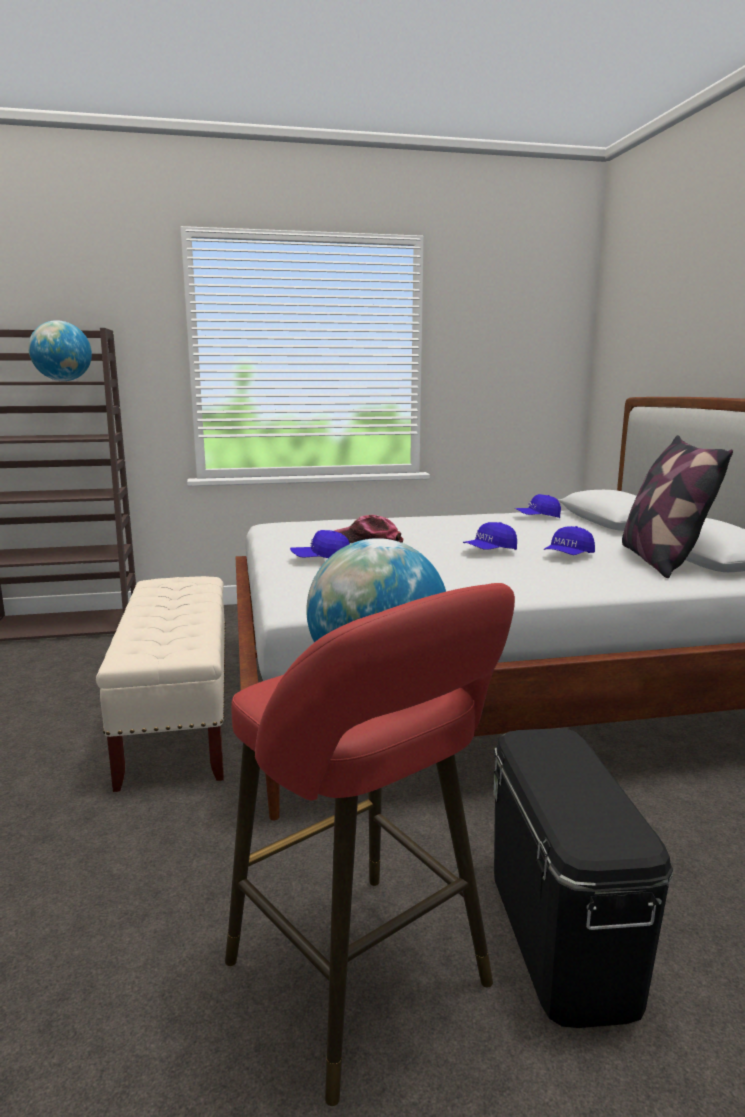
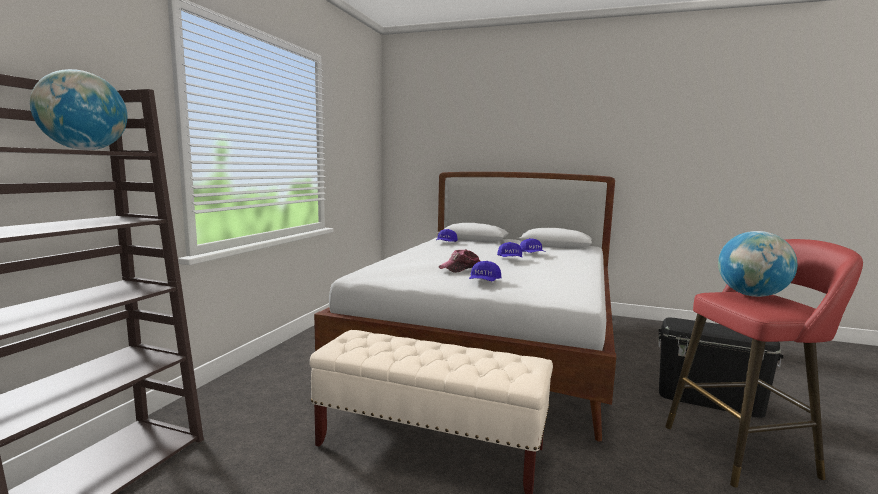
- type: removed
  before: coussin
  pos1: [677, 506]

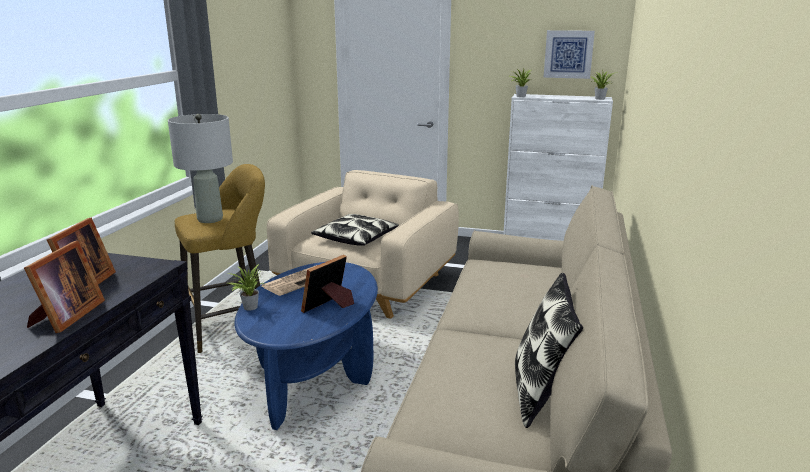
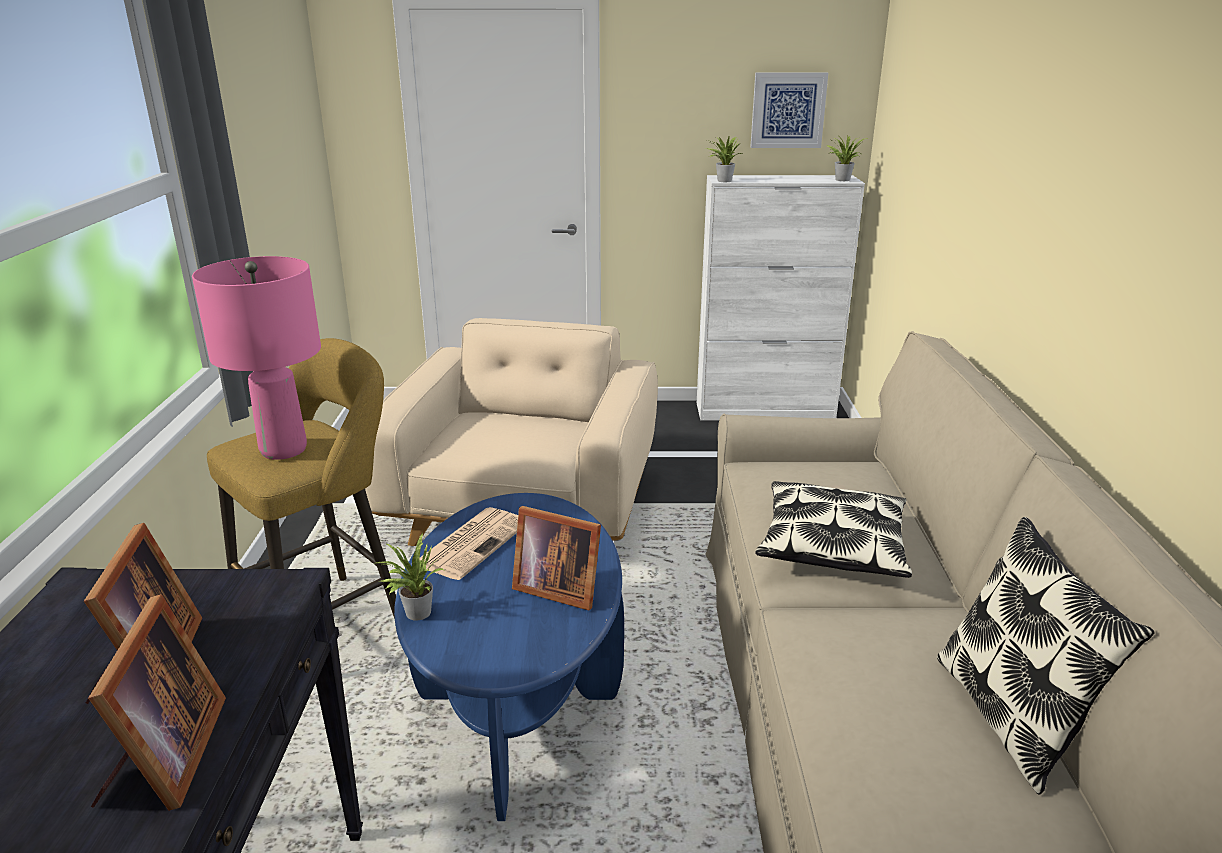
- type: recoloured
  before: lampe de table/gris
  after: lampe de table/rose
  pos1: [200, 168]
  pos2: [256, 358]
- type: turned
  before: cadre photo
  pos1: [327, 284]
  pos2: [556, 558]
  turn: -90
- type: moved
  before: coussin
  pos1: [355, 230]
  pos2: [833, 529]

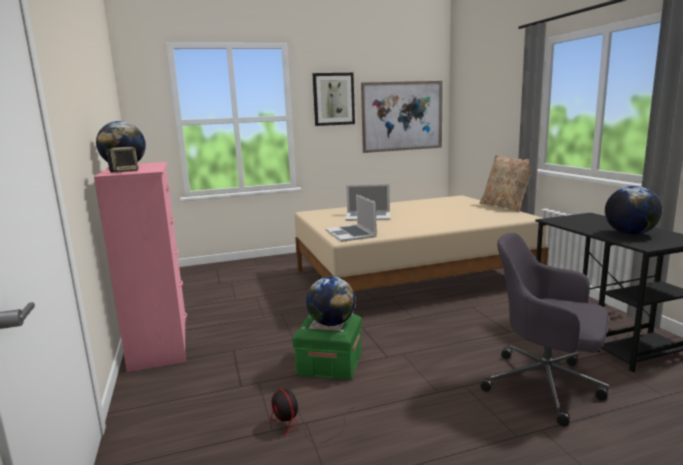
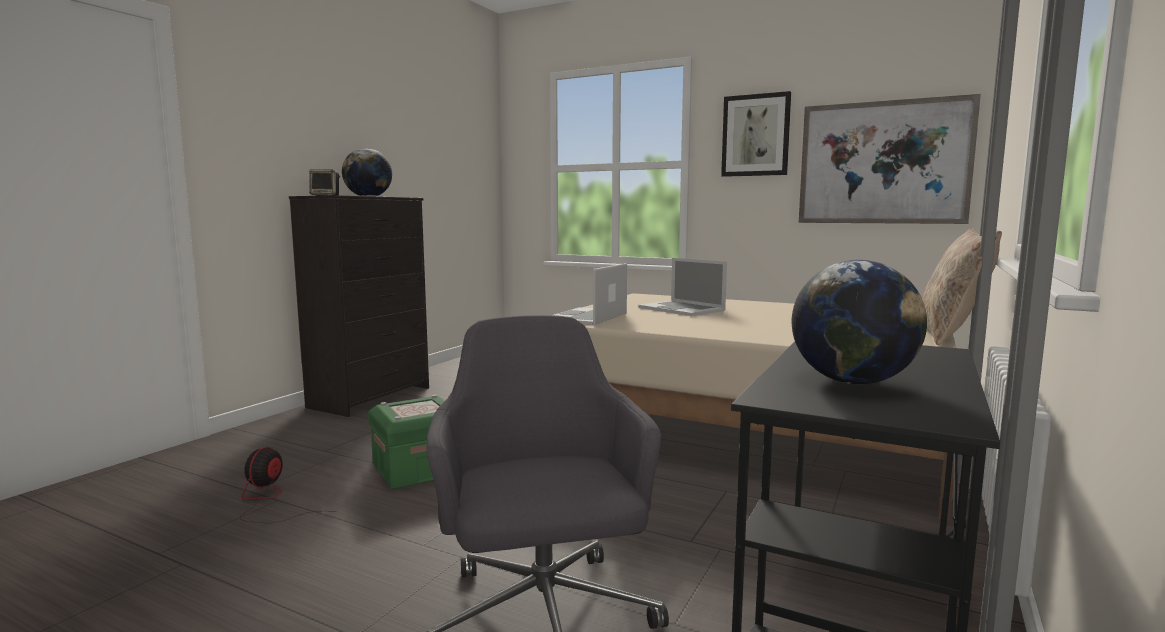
- type: recoloured
  before: commode/rose
  after: commode/noir
  pos1: [140, 267]
  pos2: [359, 306]
- type: removed
  before: globe
  pos1: [330, 301]

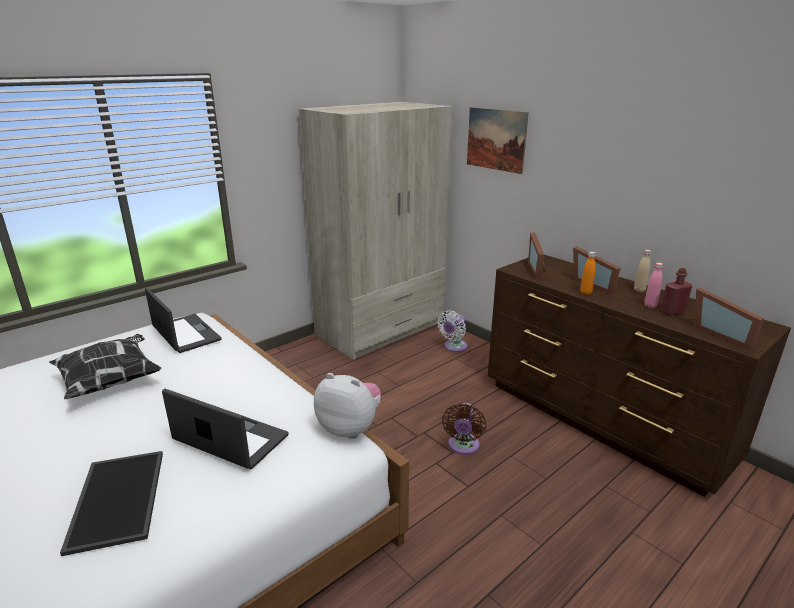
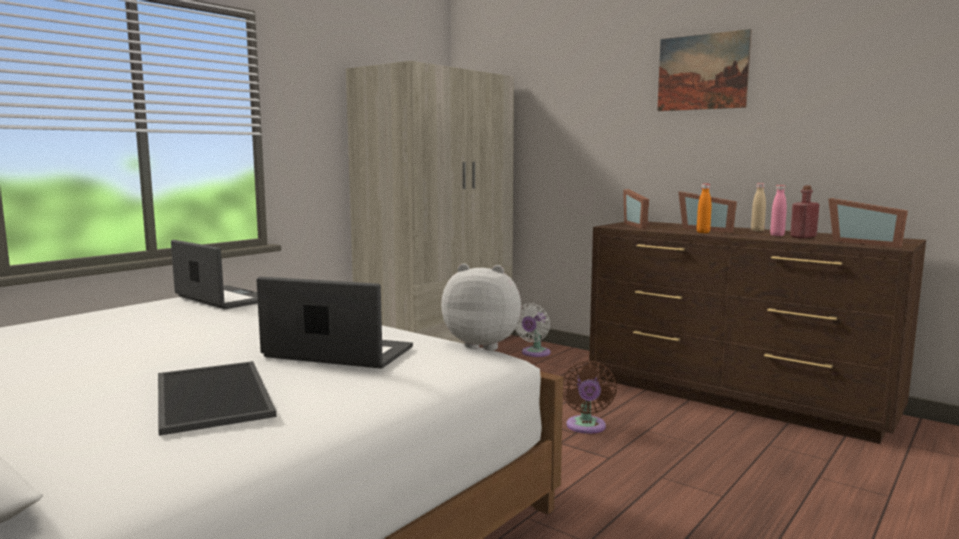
- type: moved
  before: tableau
  pos1: [498, 140]
  pos2: [704, 70]
- type: removed
  before: coussin
  pos1: [105, 366]

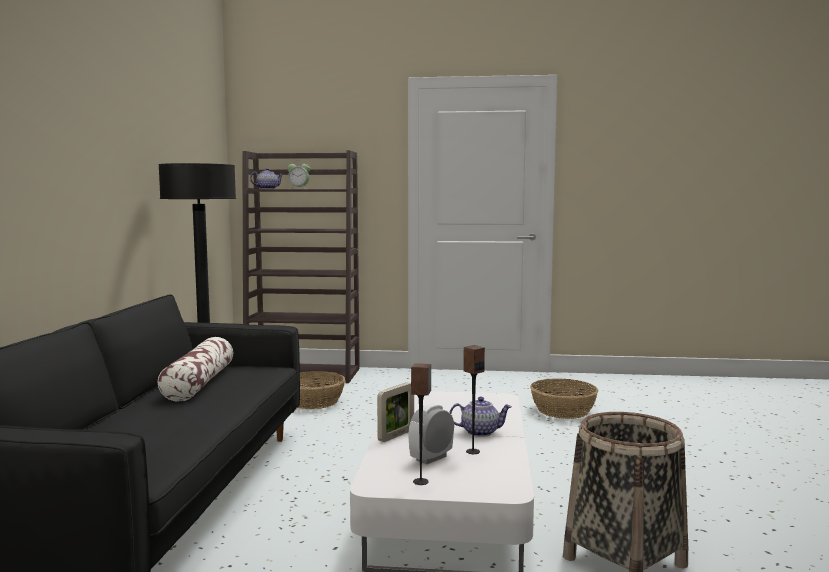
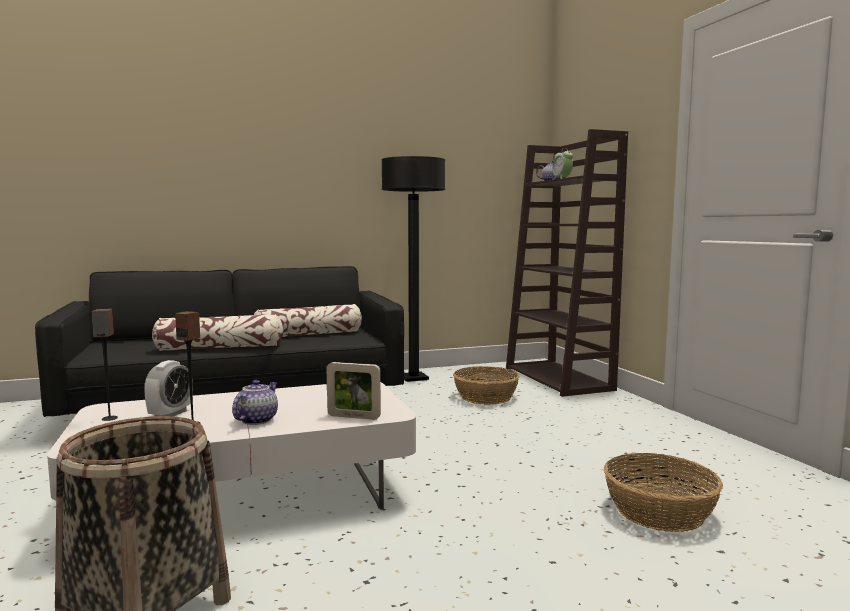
- type: turned
  before: réveil
  pos1: [431, 434]
  pos2: [168, 388]
  turn: 90
- type: added
  after: coussin
  pos2: [218, 332]
- type: turned
  before: théière
  pos1: [480, 417]
  pos2: [255, 402]
  turn: -135
- type: moved
  before: cadre photo
  pos1: [395, 412]
  pos2: [354, 391]

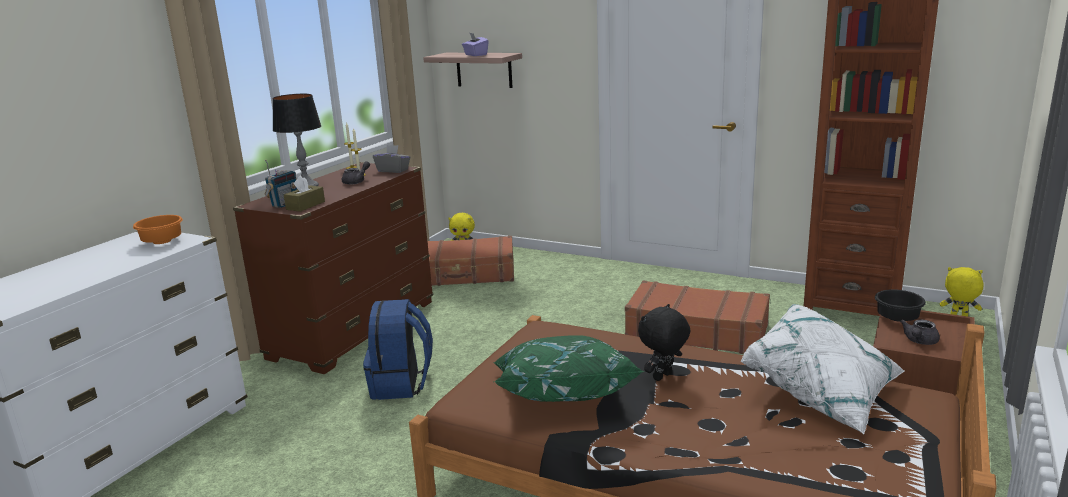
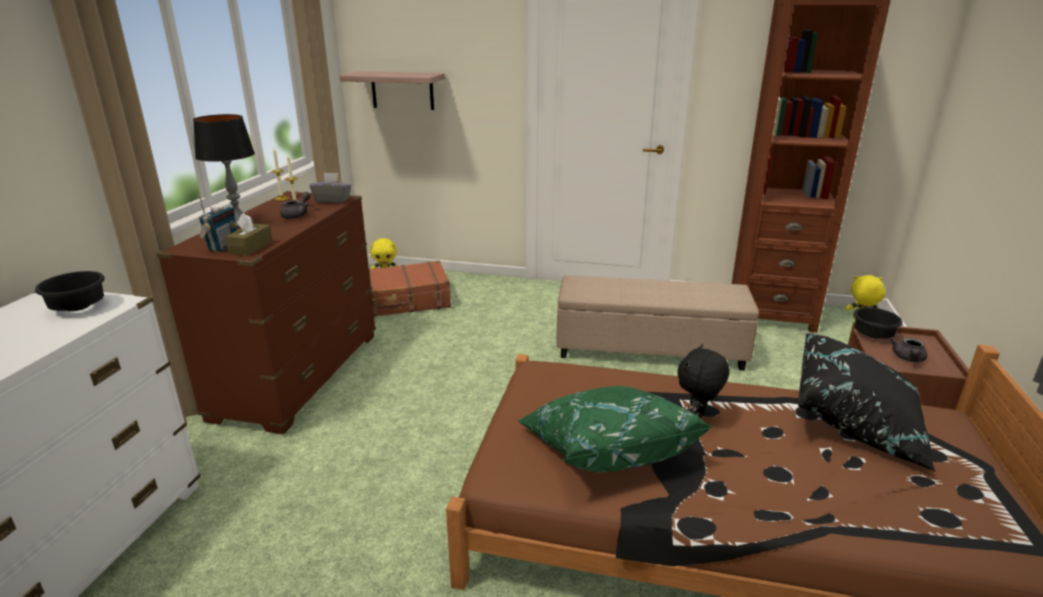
- type: recoloured
  before: bol/orange
  after: bol/noir
  pos1: [158, 229]
  pos2: [70, 291]
- type: replaced
  before: valise/marron
  after: pouf/beige
  pos1: [697, 317]
  pos2: [658, 323]
- type: recoloured
  before: coussin/blanc
  after: coussin/noir
  pos1: [822, 369]
  pos2: [867, 402]
- type: removed
  before: sac à dos/bleu
  pos1: [398, 349]
- type: removed
  before: boîte à mouchoirs/violet
  pos1: [475, 44]

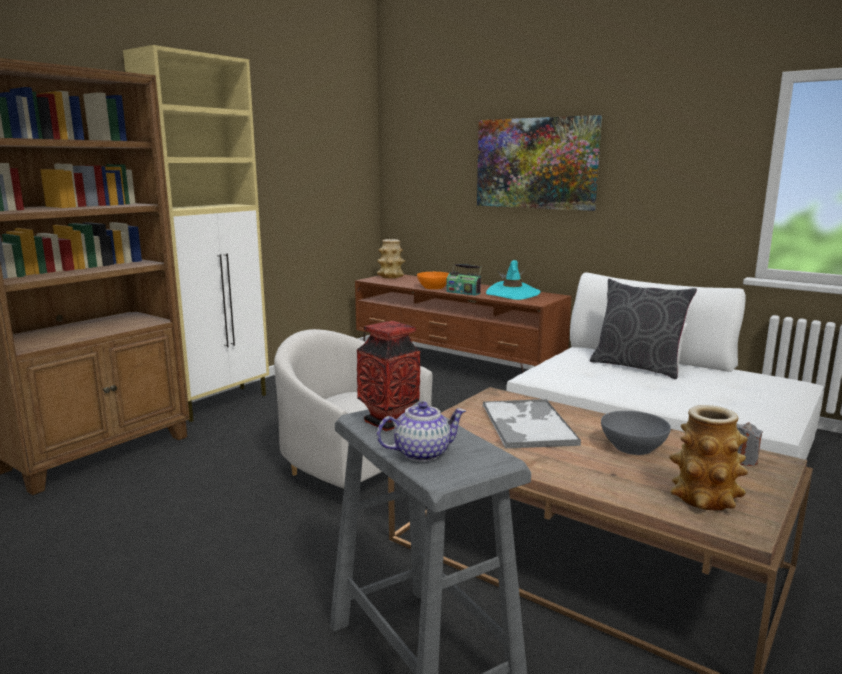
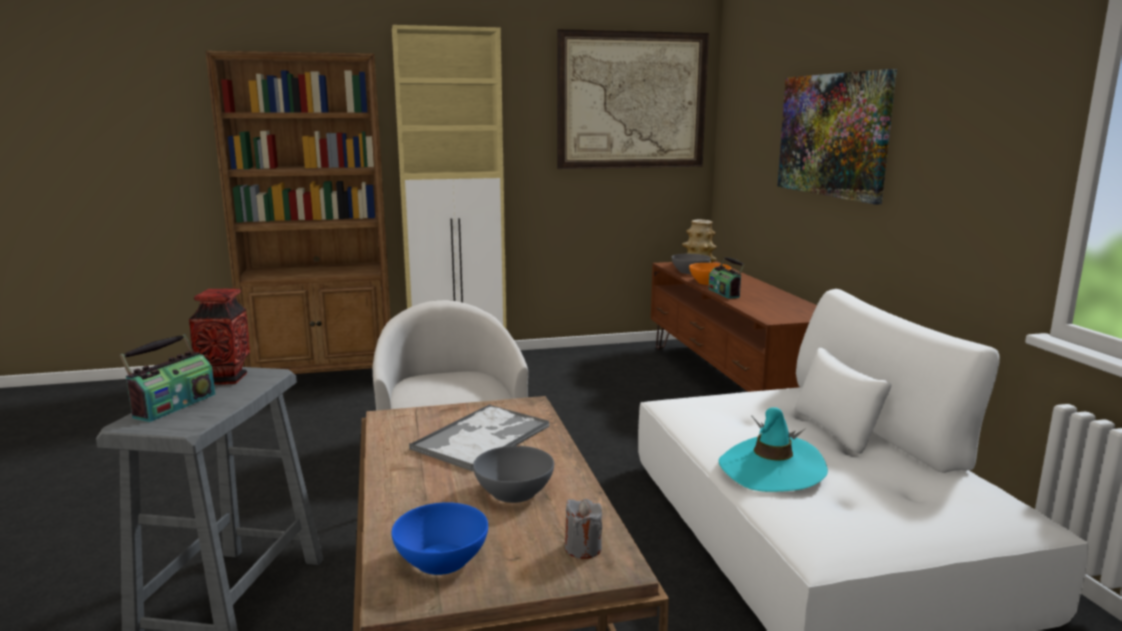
- type: replaced
  before: théière
  after: radio
  pos1: [421, 431]
  pos2: [167, 378]
- type: replaced
  before: vase
  after: bol/bleu
  pos1: [708, 458]
  pos2: [440, 538]
- type: added
  after: tableau
  pos2: [633, 99]
- type: added
  after: bol/gris
  pos2: [691, 264]
- type: moved
  before: chapeau/turquoise
  pos1: [513, 280]
  pos2: [773, 449]
- type: removed
  before: coussin/gris
  pos1: [643, 329]

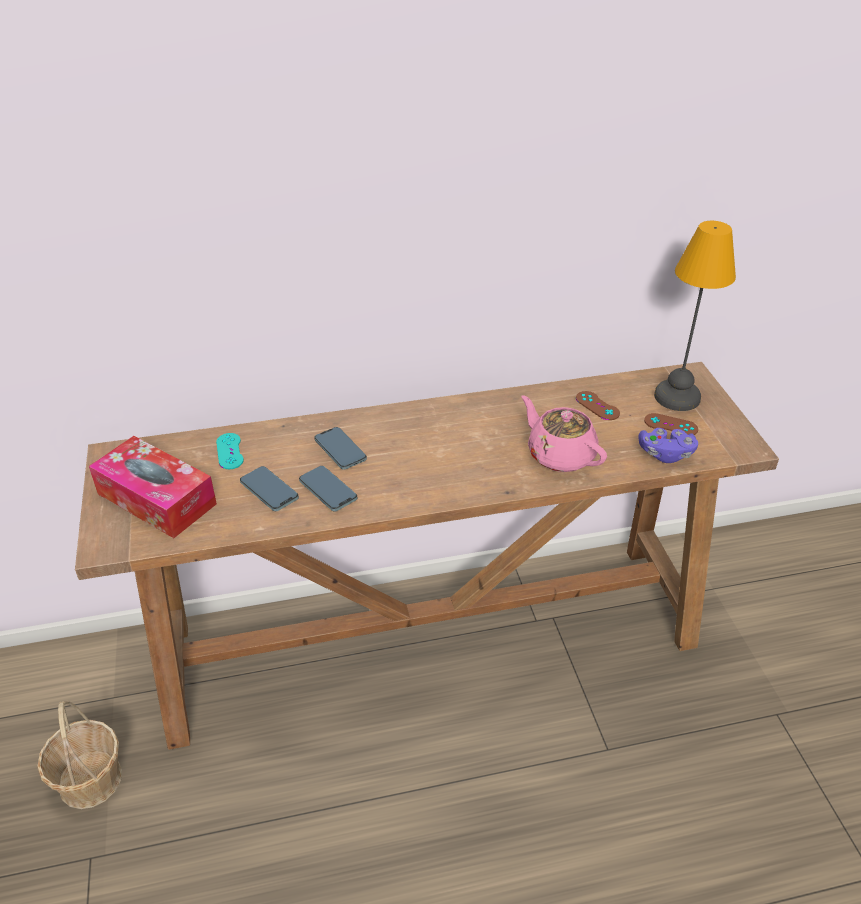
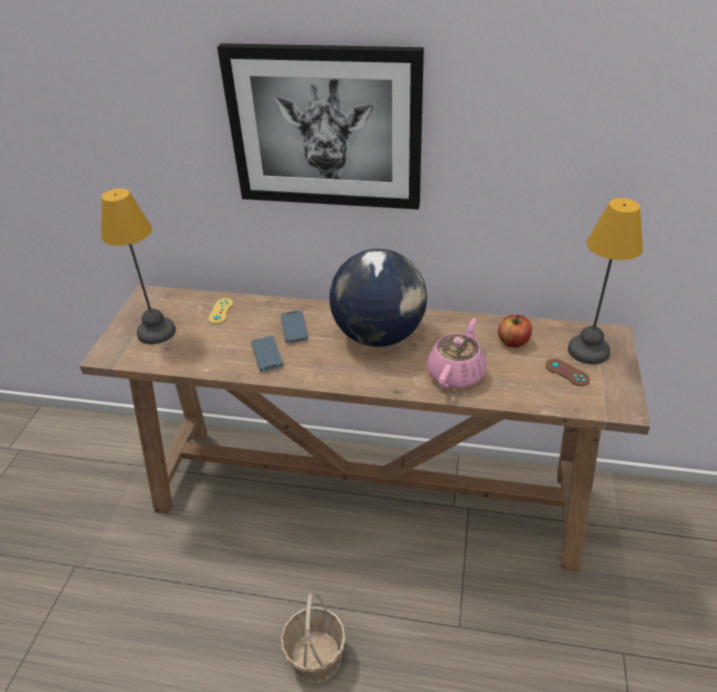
- type: replaced
  before: boîte à mouchoirs
  after: lampe de table
  pos1: [153, 487]
  pos2: [138, 266]
- type: recoloured
  before: manette/turquoise
  after: manette/jaune
  pos1: [230, 451]
  pos2: [220, 311]
- type: added
  after: tableau
  pos2: [320, 126]
- type: moved
  before: panier
  pos1: [79, 755]
  pos2: [313, 638]
- type: added
  after: globe
  pos2: [378, 298]
- type: turned
  before: théière/rose
  pos1: [564, 433]
  pos2: [456, 353]
  turn: 45
- type: replaced
  before: manette/marron
  after: pomme
  pos1: [598, 405]
  pos2: [515, 331]
- type: removed
  before: téléphone
  pos1: [269, 488]
- type: removed
  before: manette/violet
  pos1: [668, 445]

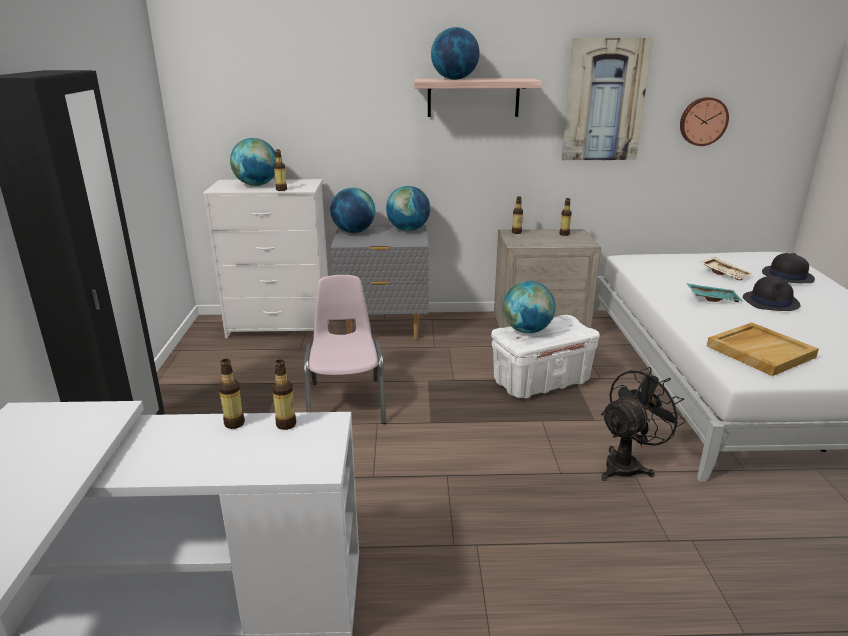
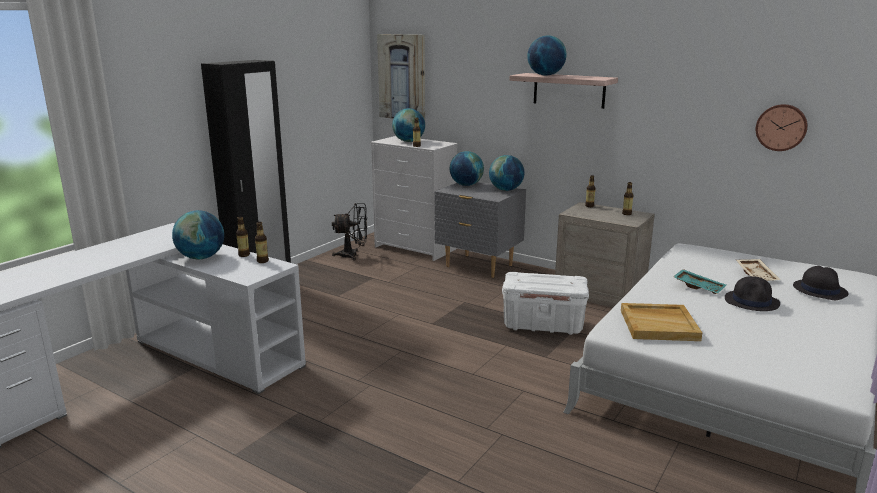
- type: moved
  before: globe
  pos1: [529, 307]
  pos2: [198, 234]
- type: moved
  before: ventilateur/noir
  pos1: [643, 424]
  pos2: [349, 231]
- type: moved
  before: tableau
  pos1: [607, 99]
  pos2: [401, 77]
- type: removed
  before: chaise/rose
  pos1: [345, 349]

